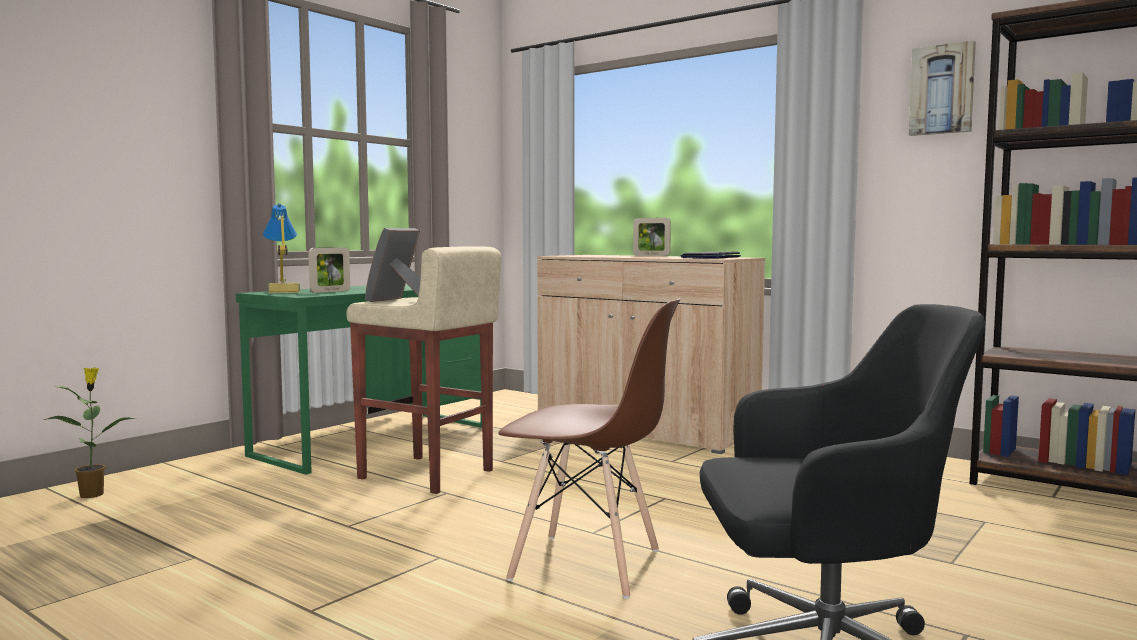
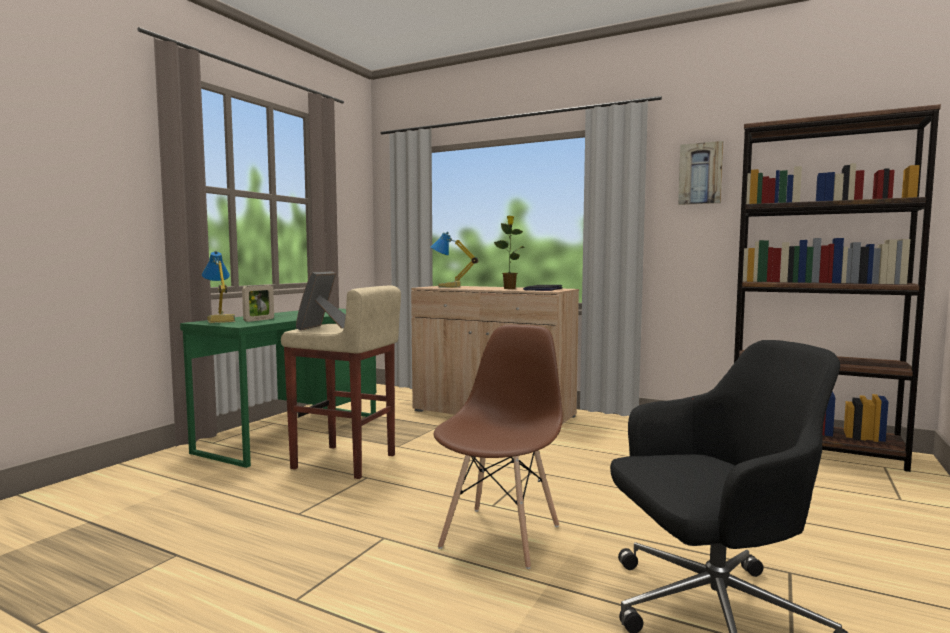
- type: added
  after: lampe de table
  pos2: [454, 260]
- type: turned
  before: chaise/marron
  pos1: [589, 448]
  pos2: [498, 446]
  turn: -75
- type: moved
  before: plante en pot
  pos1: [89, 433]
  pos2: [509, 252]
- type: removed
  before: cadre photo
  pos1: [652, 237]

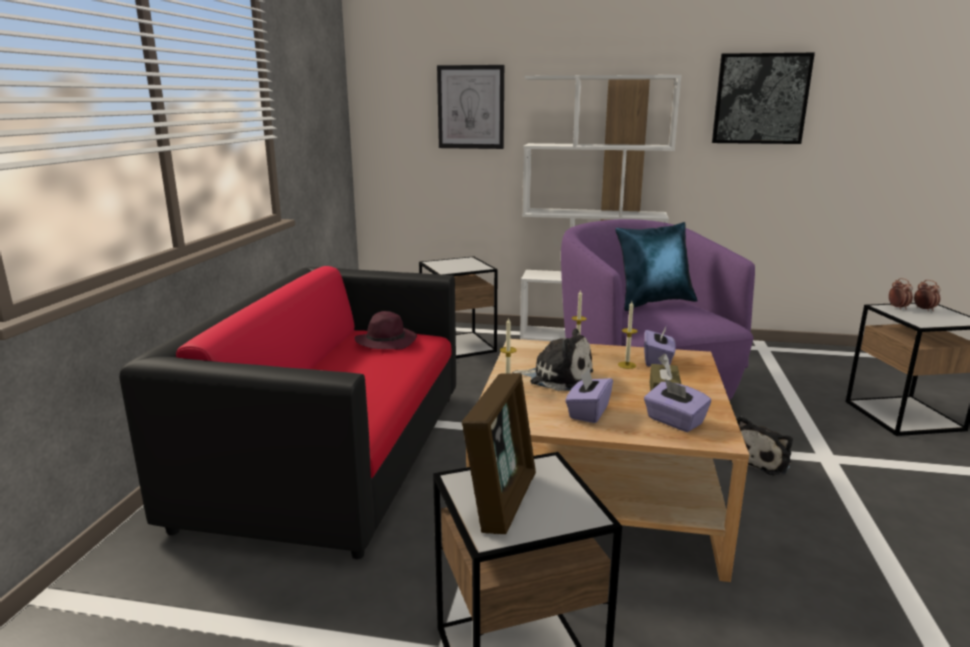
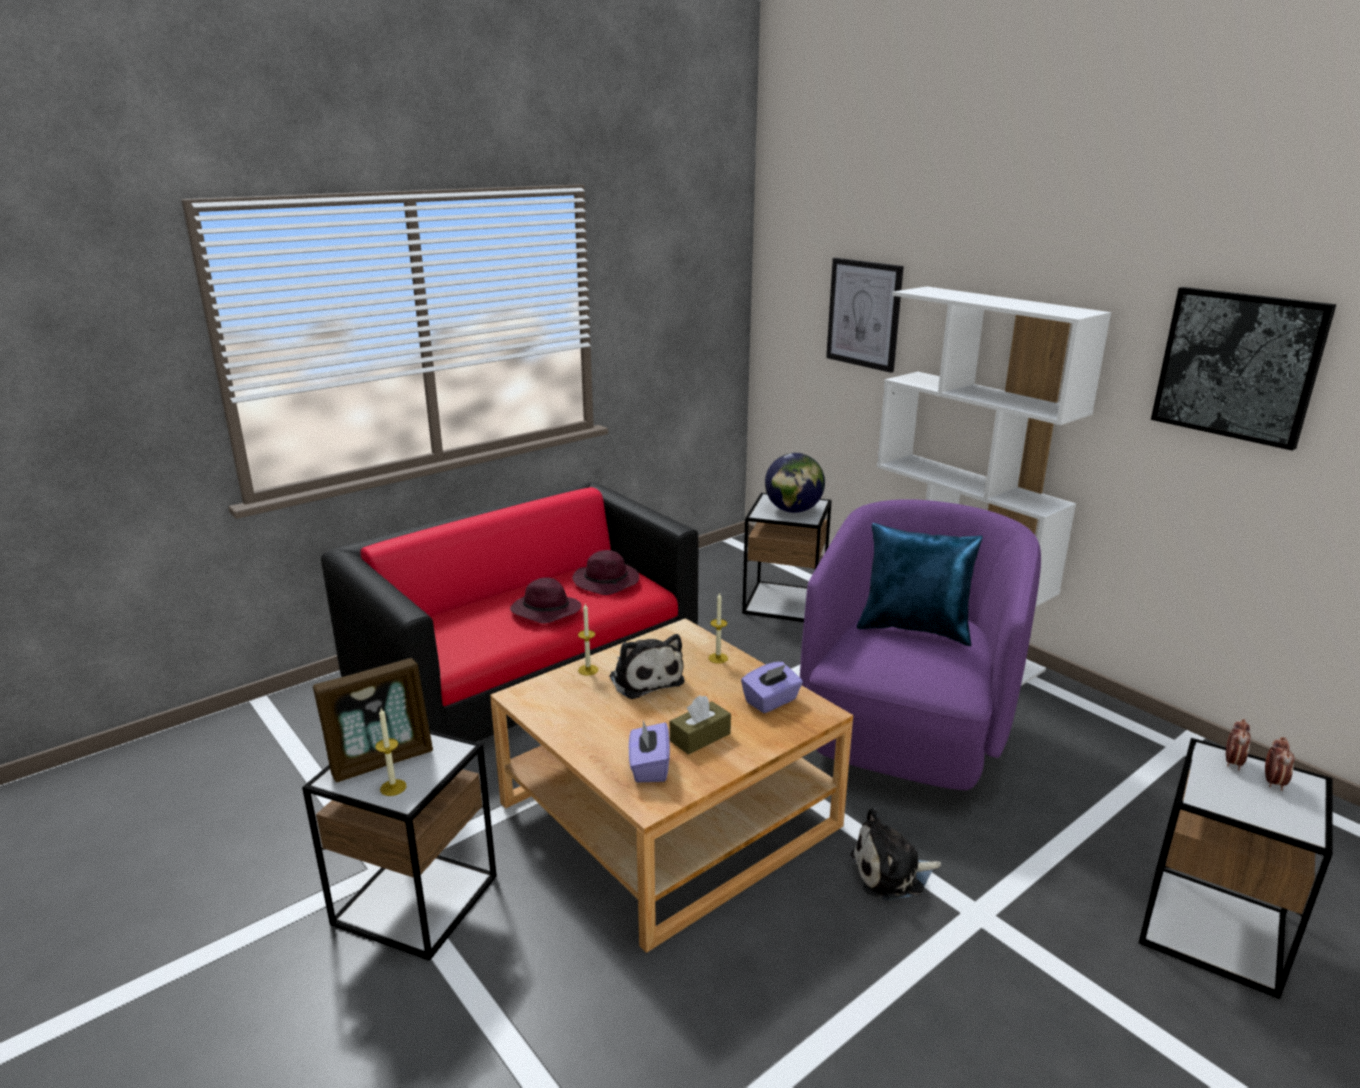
- type: moved
  before: bougie
  pos1: [628, 335]
  pos2: [390, 752]
- type: added
  after: chapeau/violet
  pos2: [546, 600]
- type: added
  after: globe
  pos2: [795, 483]
- type: removed
  before: boîte à mouchoirs/violet
  pos1: [589, 396]

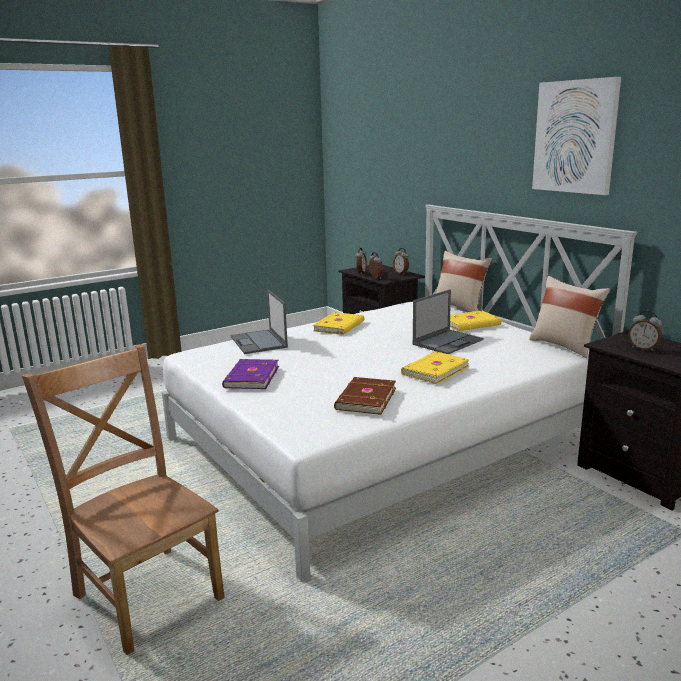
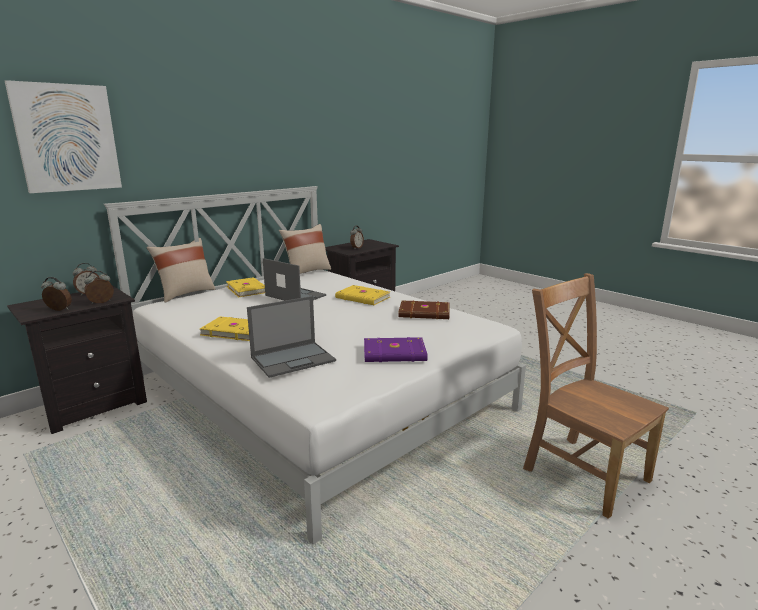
- type: moved
  before: tableau
  pos1: [576, 136]
  pos2: [63, 136]
- type: turned
  before: chaise/marron
  pos1: [123, 499]
  pos2: [596, 396]
  turn: 105

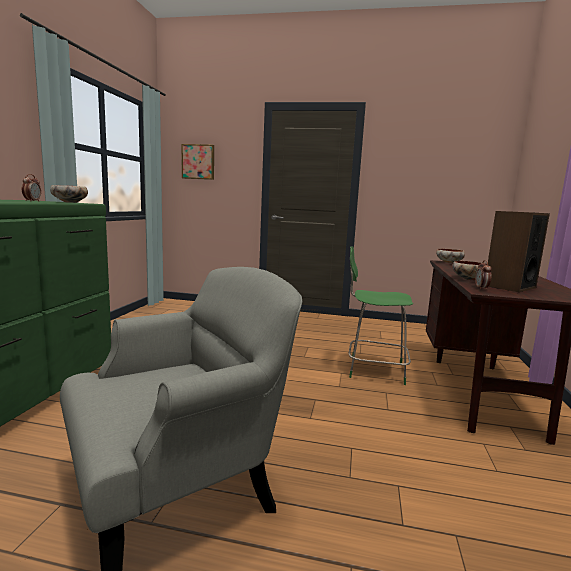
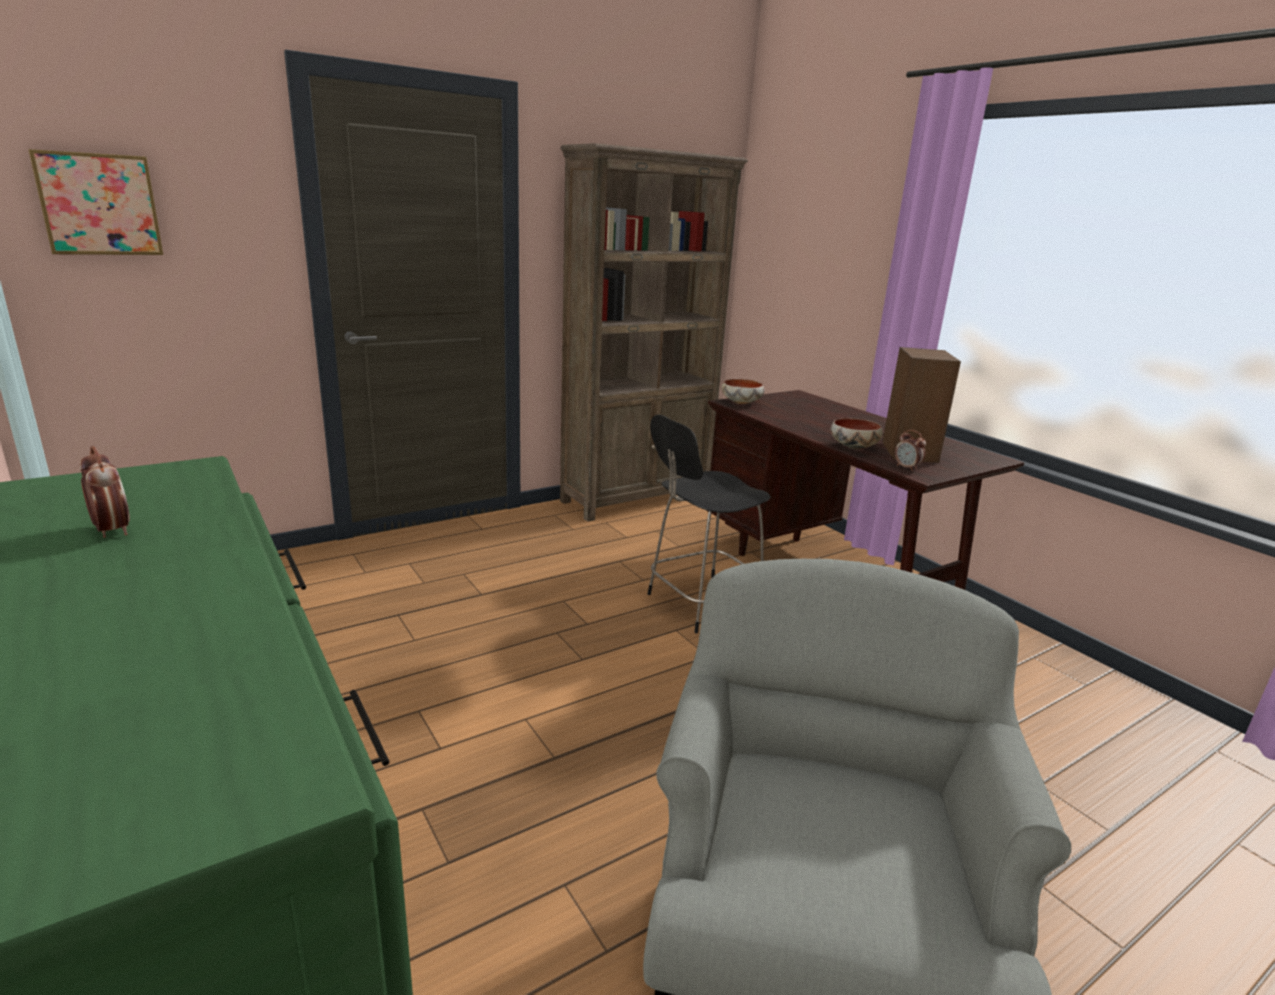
- type: added
  after: bibliothèque/marron
  pos2: [654, 332]
- type: recoloured
  before: chaise/vert
  after: chaise/noir
  pos1: [381, 315]
  pos2: [709, 524]
- type: removed
  before: bol
  pos1: [69, 194]

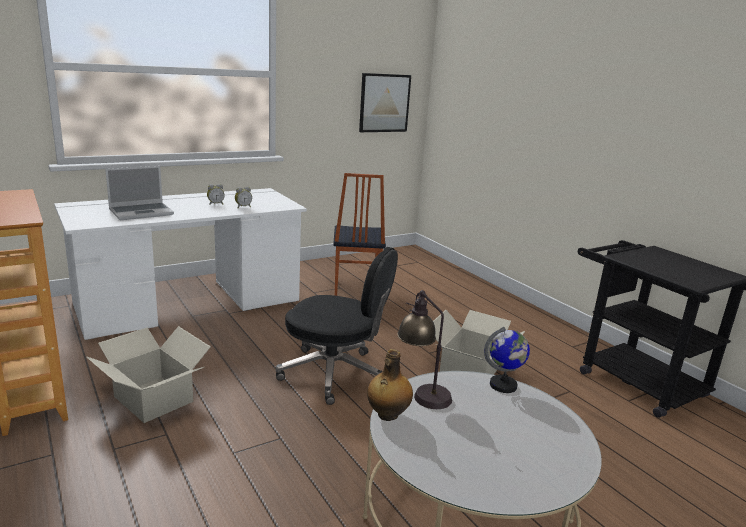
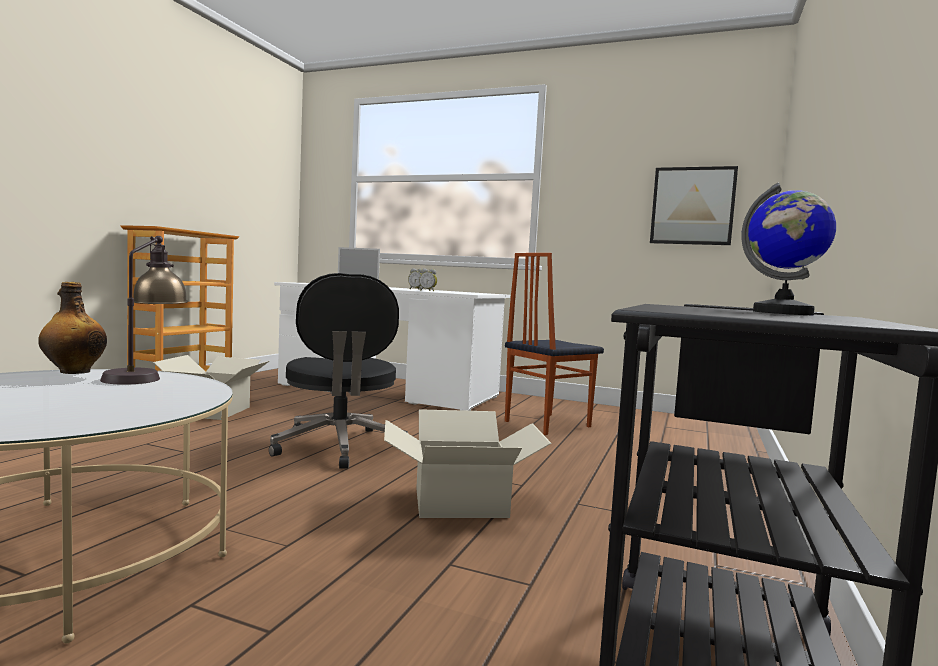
- type: moved
  before: globe
  pos1: [507, 360]
  pos2: [788, 249]

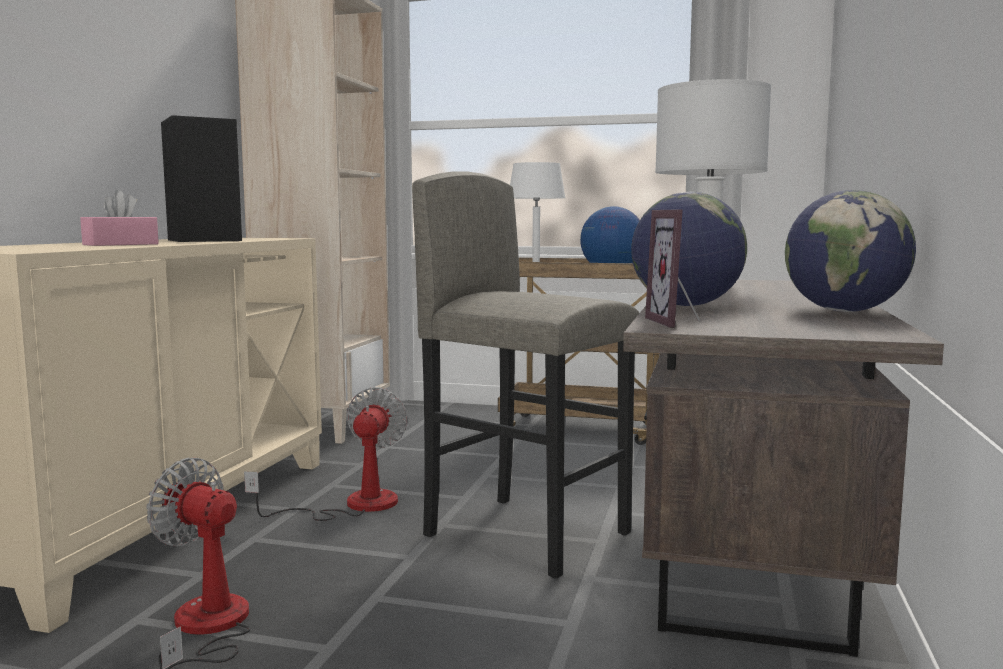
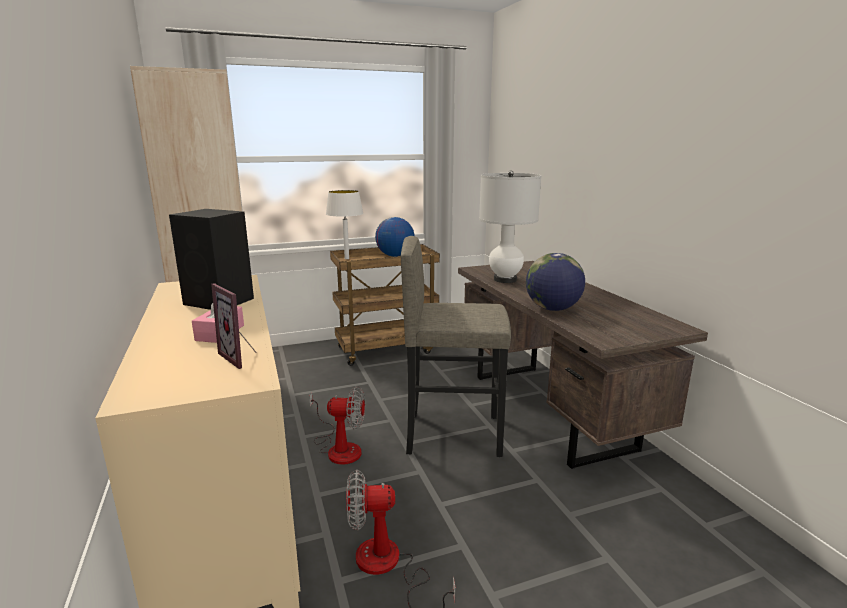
- type: moved
  before: cadre photo
  pos1: [672, 268]
  pos2: [234, 326]
- type: turned
  before: ventilateur
  pos1: [326, 454]
  pos2: [337, 425]
  turn: 120
- type: removed
  before: globe
  pos1: [850, 251]

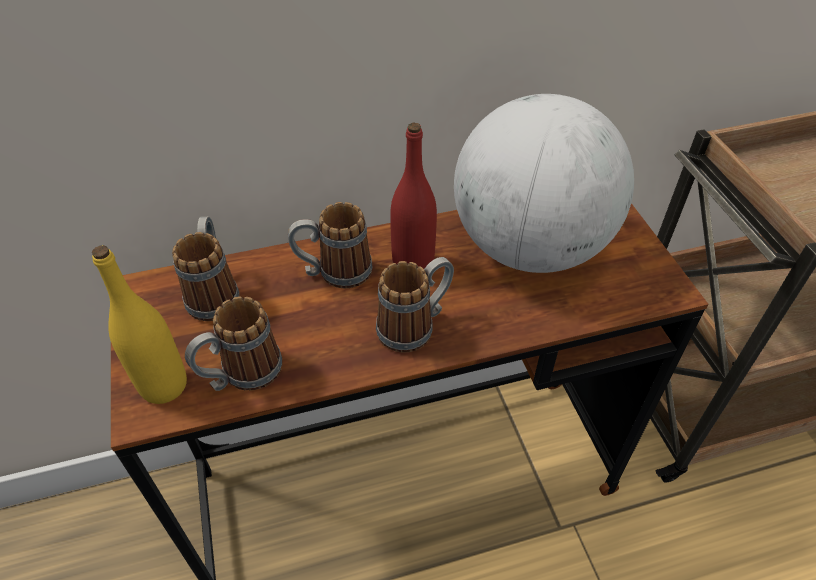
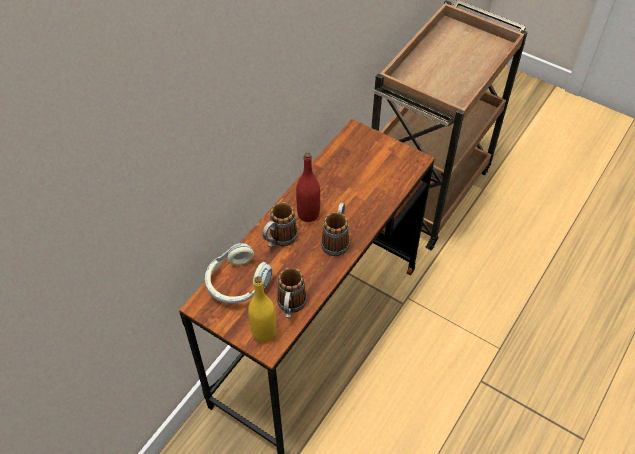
- type: replaced
  before: mug
  after: casque audio
  pos1: [205, 269]
  pos2: [238, 273]
- type: removed
  before: globe
  pos1: [544, 183]

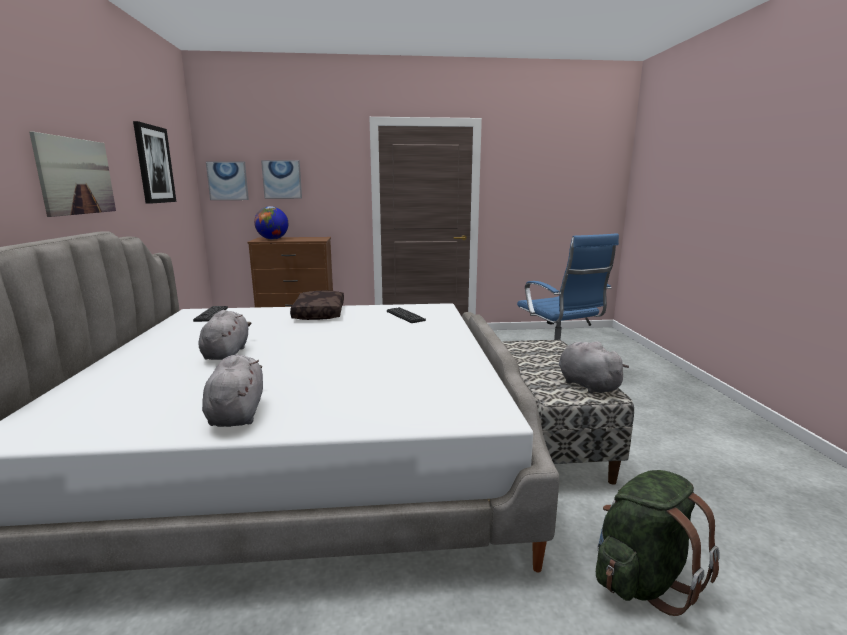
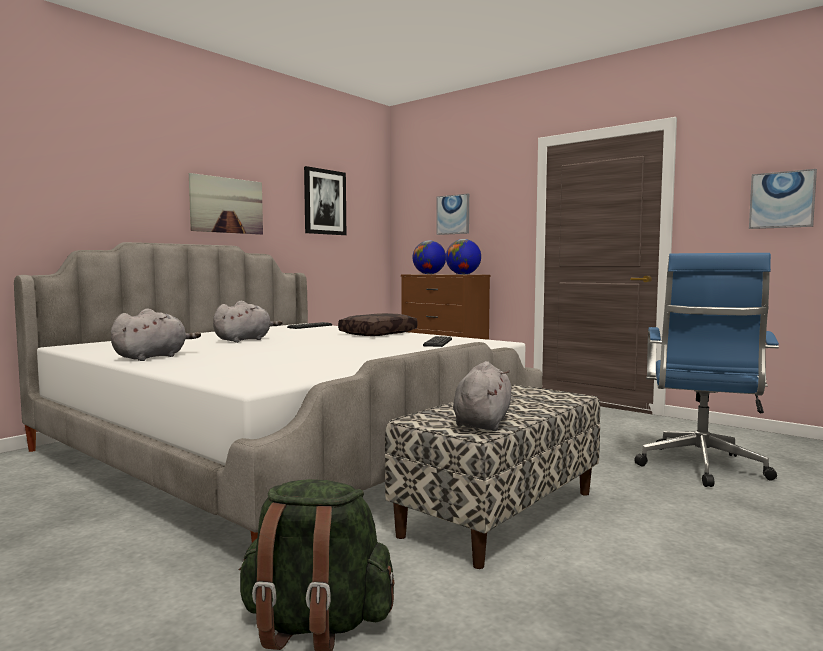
- type: added
  after: globe
  pos2: [463, 257]
- type: moved
  before: tableau
  pos1: [227, 180]
  pos2: [783, 199]

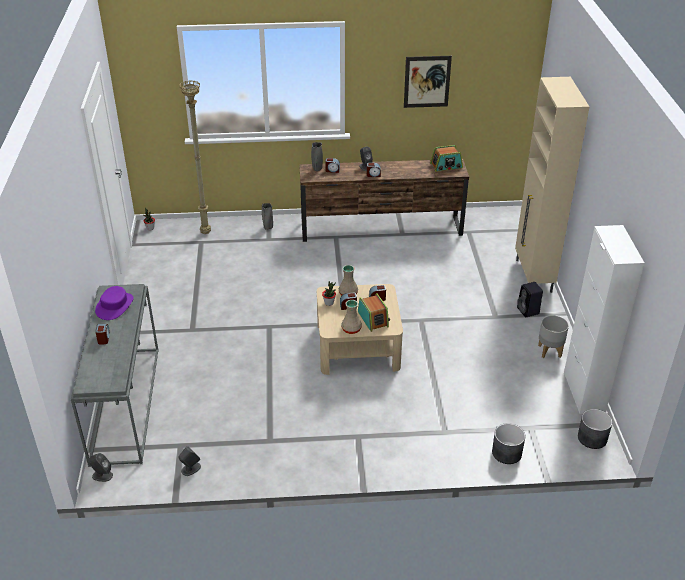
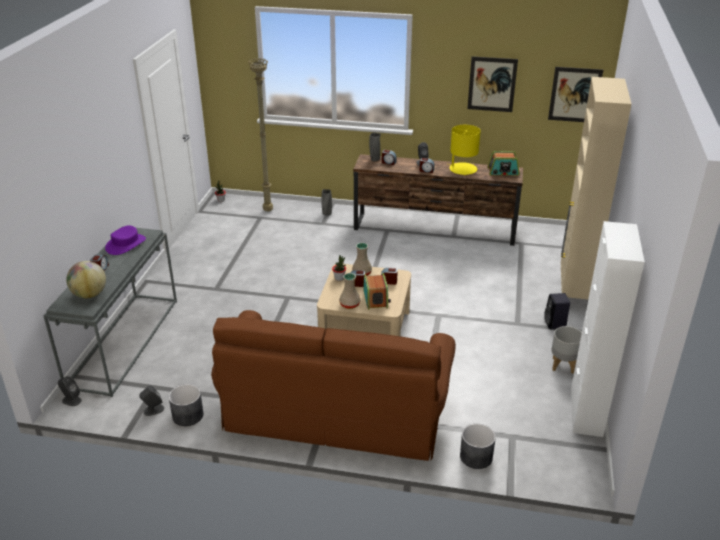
- type: added
  after: globe
  pos2: [86, 279]
- type: moved
  before: cache-pot/gris
  pos1: [595, 429]
  pos2: [186, 405]
- type: added
  after: canapé/marron
  pos2: [333, 385]
- type: added
  after: lampe de table/jaune
  pos2: [465, 150]
- type: added
  after: tableau
  pos2: [575, 94]

